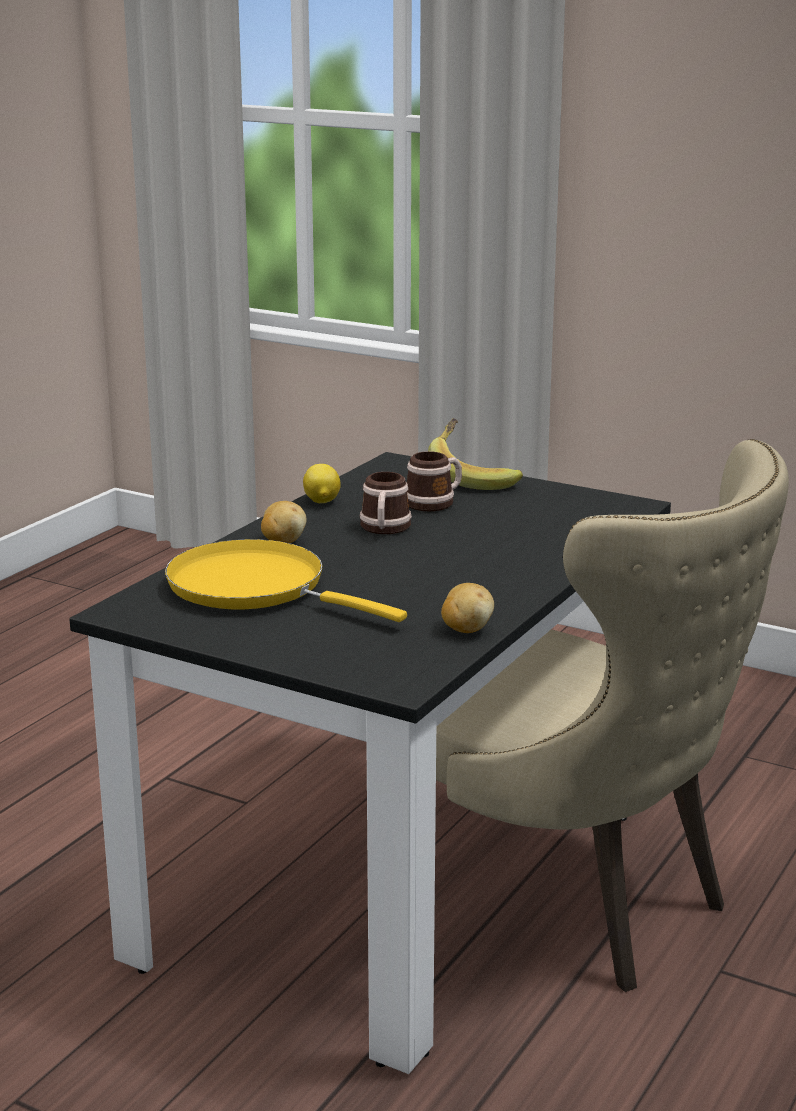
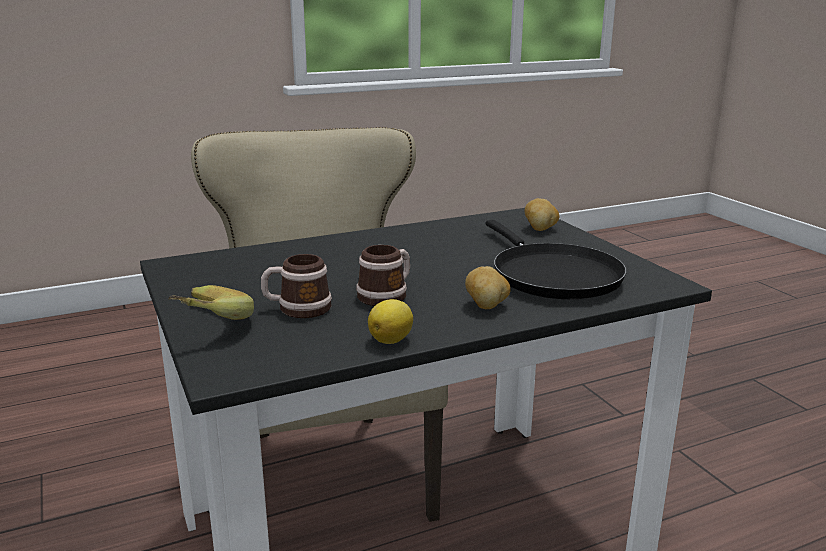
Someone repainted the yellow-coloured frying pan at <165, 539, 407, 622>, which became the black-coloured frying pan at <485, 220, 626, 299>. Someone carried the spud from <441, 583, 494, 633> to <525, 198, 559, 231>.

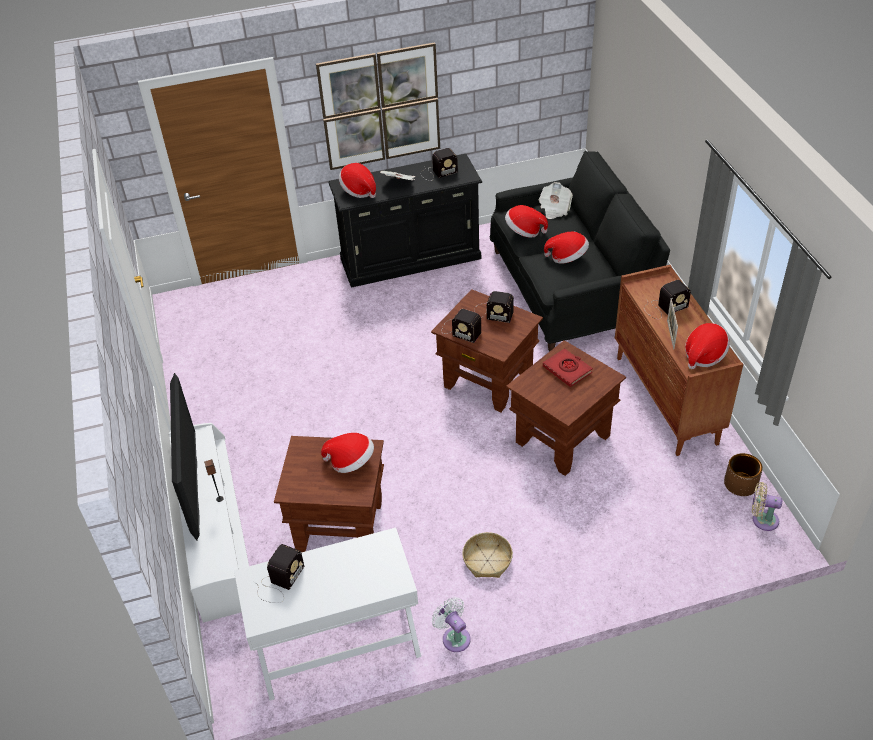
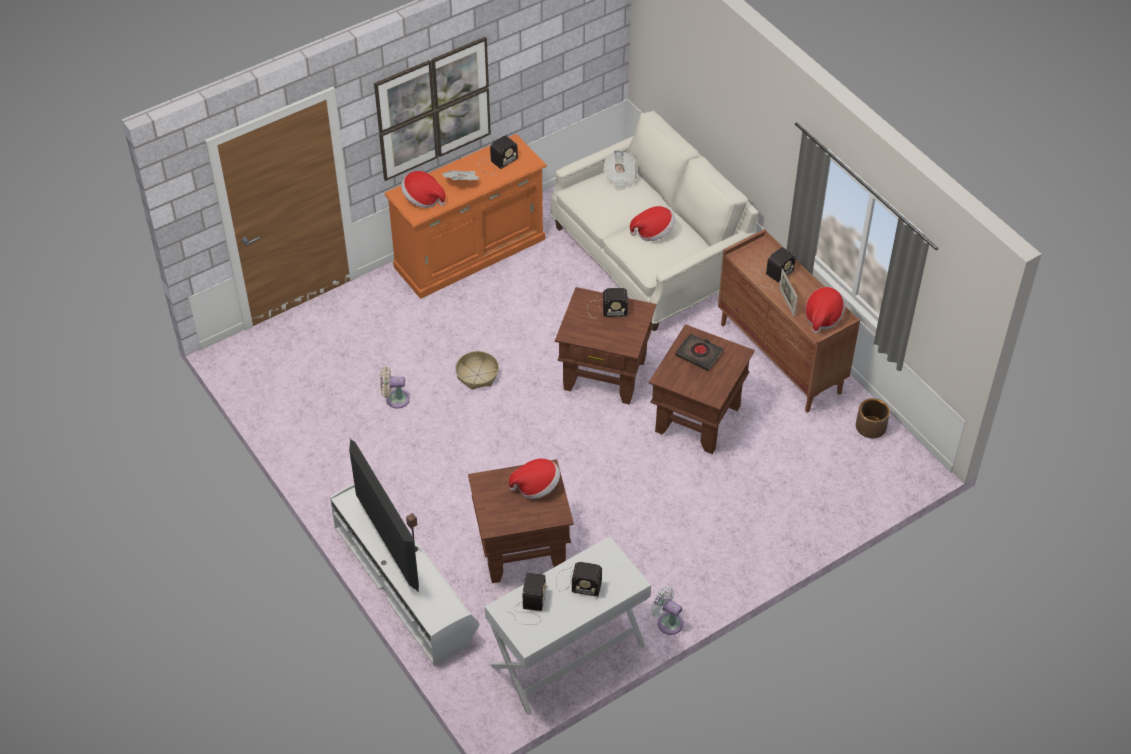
Someone repainted the black-coloured couch at <490, 151, 670, 352>, which became the whitish couch at <550, 111, 758, 331>. Someone repainted the black-coloured cabinet at <328, 154, 482, 288>, which became the orange-coloured cabinet at <384, 134, 547, 299>. Someone took away the clothing hat at <505, 205, 548, 237>. Someone carried the radio from <442, 309, 481, 343> to <556, 562, 602, 596>. Someone repainted the red volume at <543, 348, 593, 387>, which became the black-coloured volume at <675, 333, 723, 371>. Someone carried the beige electric fan from <752, 482, 782, 531> to <380, 366, 410, 409>. Someone carried the basket from <462, 532, 513, 578> to <455, 351, 499, 390>.

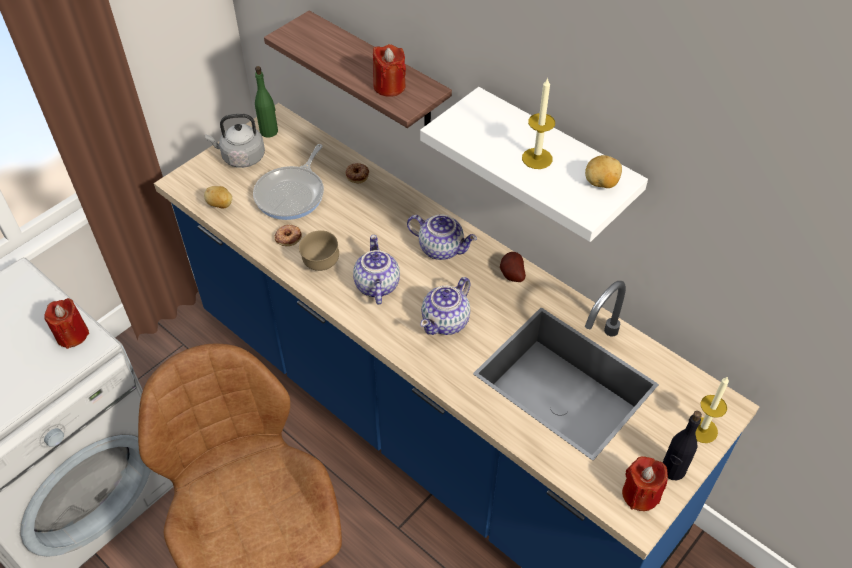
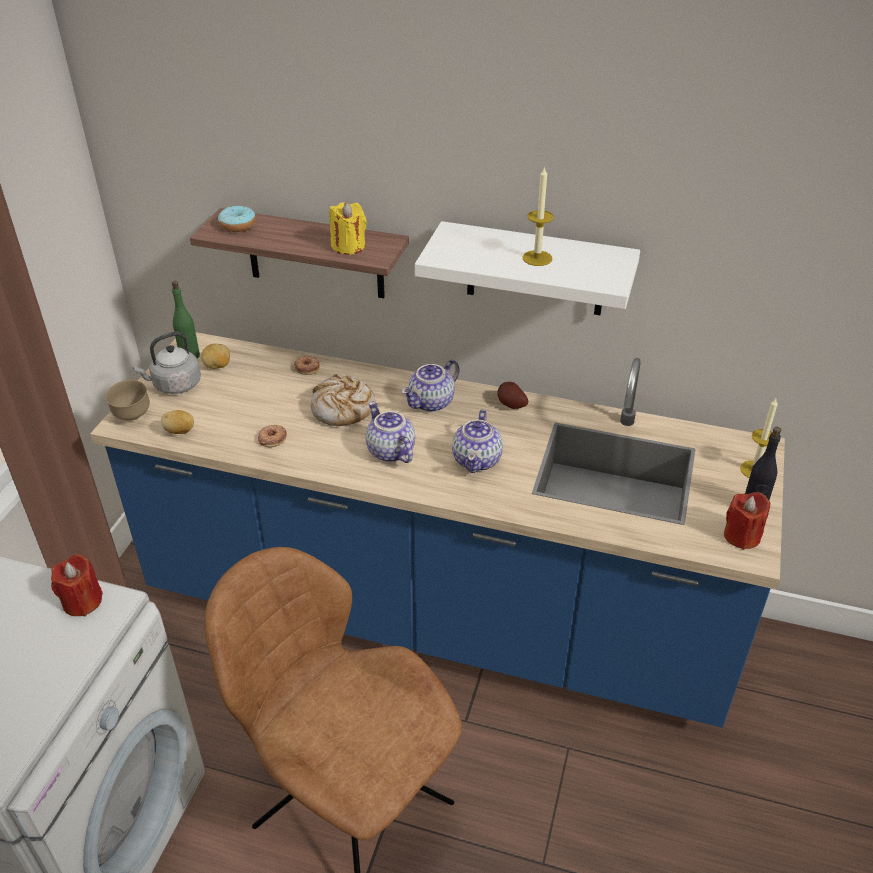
Someone repainted the red wax light at <373, 44, 406, 97>, which became the yellow-coloured wax light at <329, 202, 367, 255>. Someone took away the frying pan at <253, 144, 324, 220>. Someone carried the spud from <585, 155, 622, 188> to <201, 344, 230, 369>. Someone rotated the tea pot at <407, 214, 477, 260> by 135 degrees clockwise. Someone carried the brown bowl from <299, 230, 339, 271> to <105, 380, 150, 420>. Someone put down the donut at <218, 205, 256, 232>. Someone put down the baked bread at <311, 374, 375, 426>.

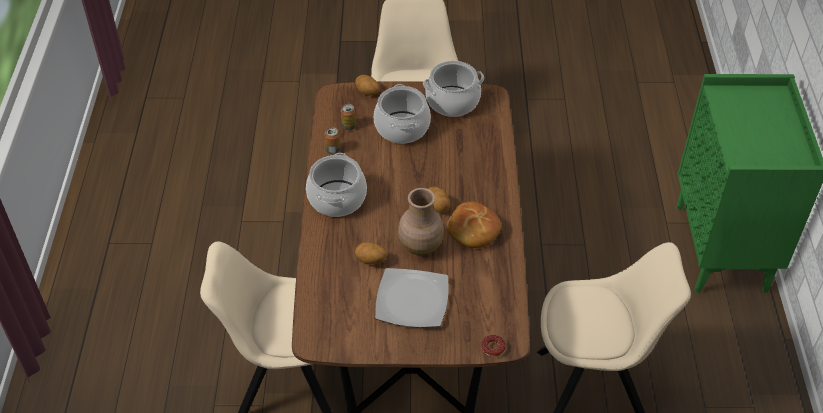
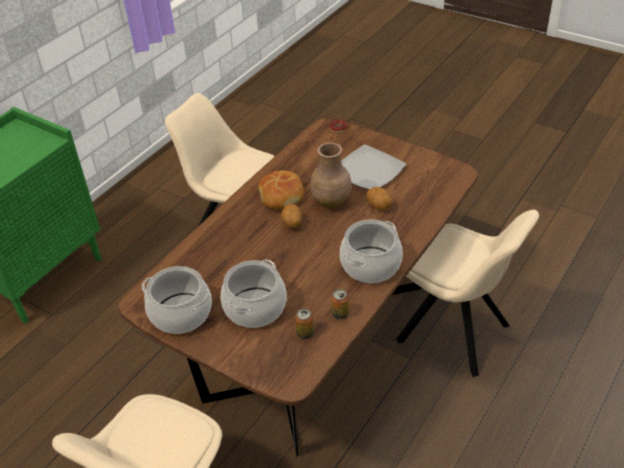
Someone took away the spud at <355, 75, 380, 96>.

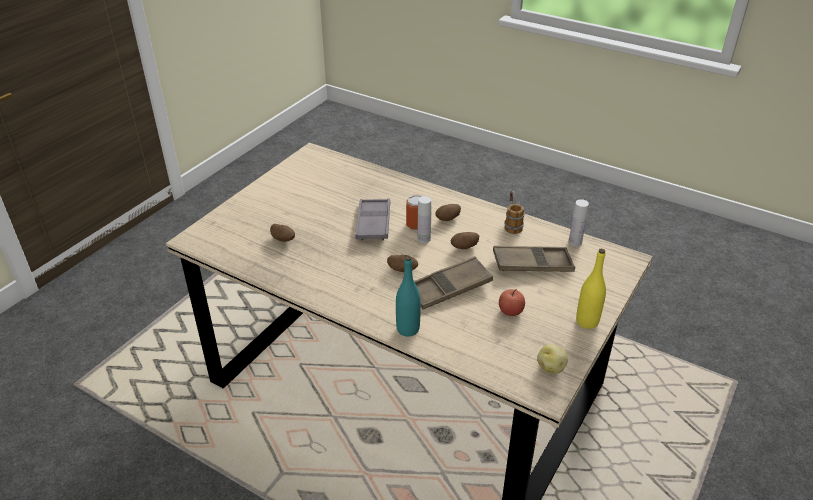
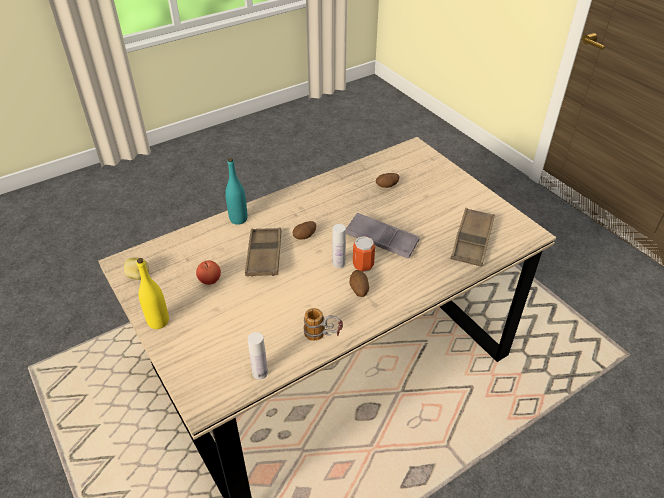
Someone took away the spud at <451, 232, 479, 249>. Someone carried the brown carrying tray from <493, 246, 575, 272> to <450, 208, 495, 267>.

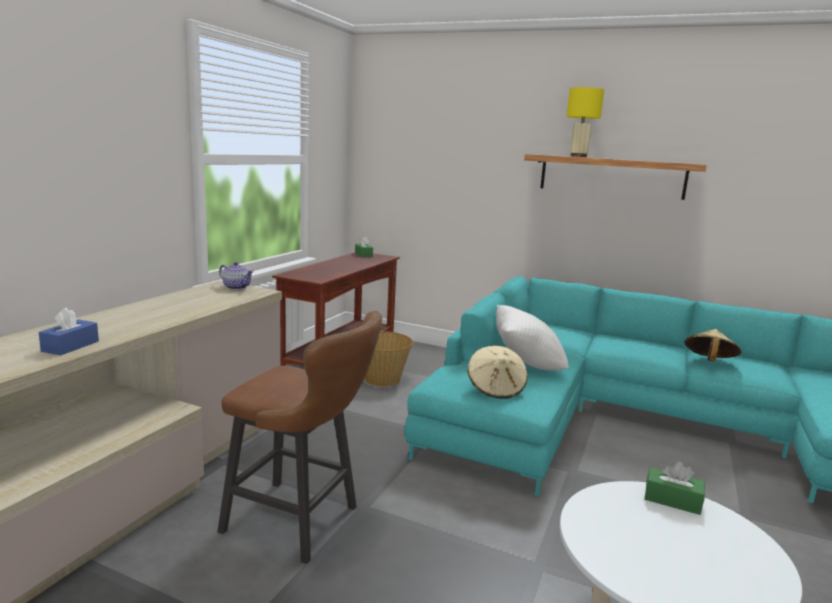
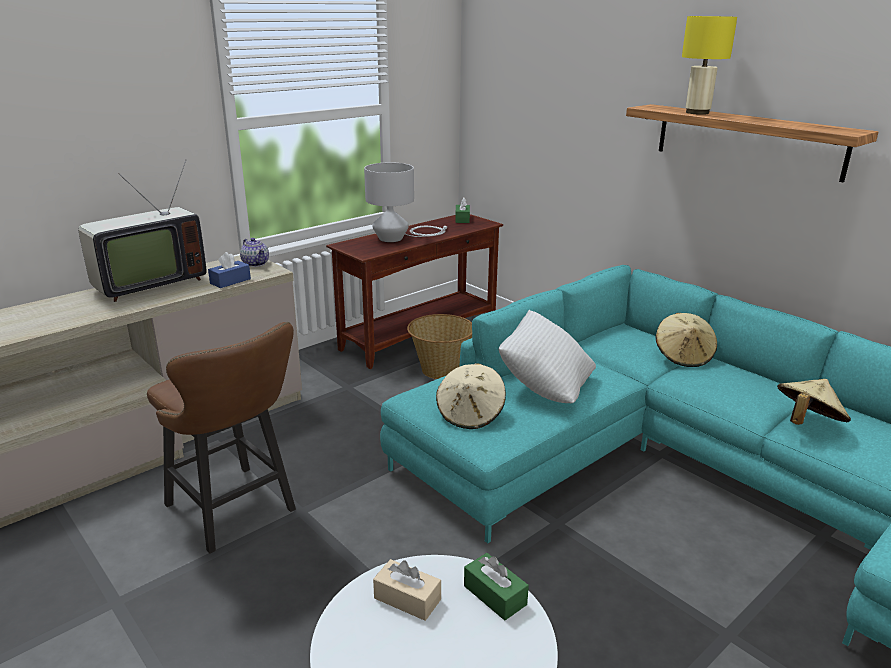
Someone carried the bluish tissue box from <39, 308, 99, 356> to <208, 252, 251, 288>. Someone put down the TV at <78, 160, 207, 302>. Someone put down the greyish lamp for a table at <364, 162, 447, 242>. Someone put down the beige clothing hat at <656, 313, 717, 367>. Someone put down the beige tissue box at <373, 559, 441, 621>.

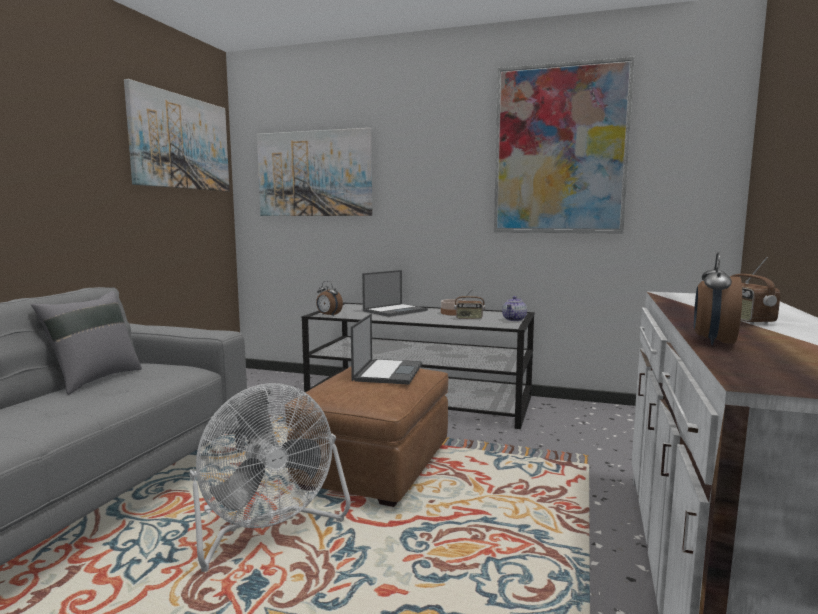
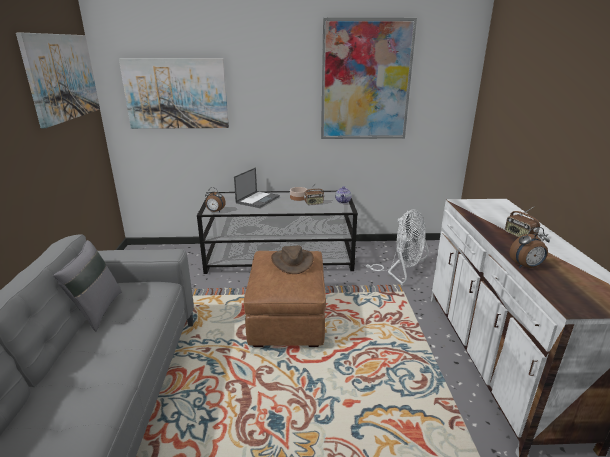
Someone rotated the alarm clock at <694, 252, 742, 345> by 105 degrees counterclockwise. Someone swapped the portable computer at <351, 314, 422, 385> for the brown clothing hat at <271, 245, 314, 274>. Someone carried the whitish electric fan from <190, 383, 351, 572> to <366, 209, 429, 286>.

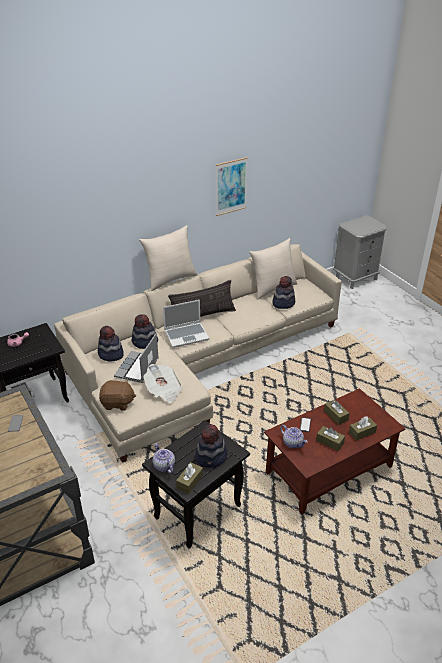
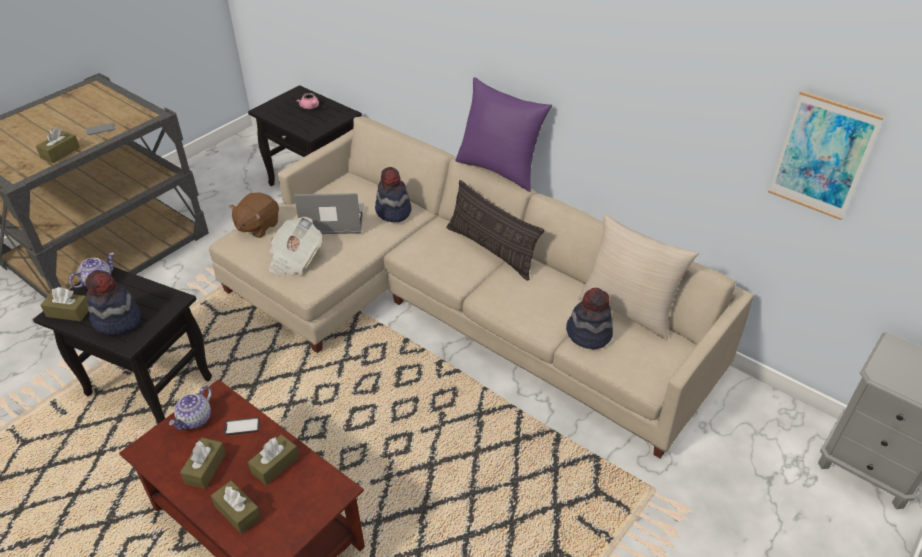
Someone carried the picture from <216, 157, 248, 216> to <768, 91, 884, 220>. Someone repainted the beige cushion at <139, 225, 198, 291>, which became the purple cushion at <455, 77, 552, 192>. Someone took away the portable computer at <163, 300, 209, 348>. Someone took away the clothing hat at <98, 326, 124, 362>. Someone rotated the brown cuddly toy at <99, 379, 136, 410> by 45 degrees clockwise. Someone put down the brown tissue box at <36, 127, 80, 163>.

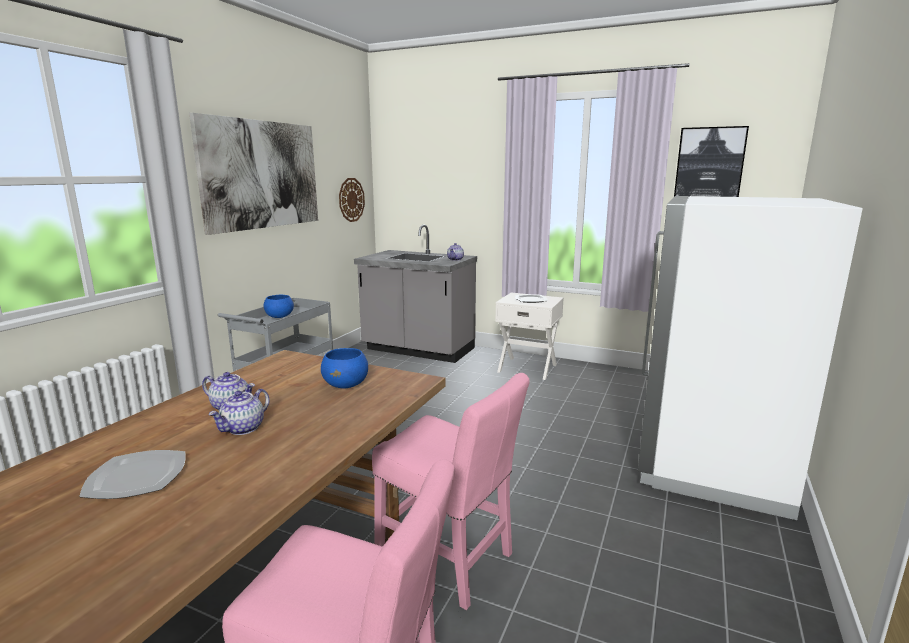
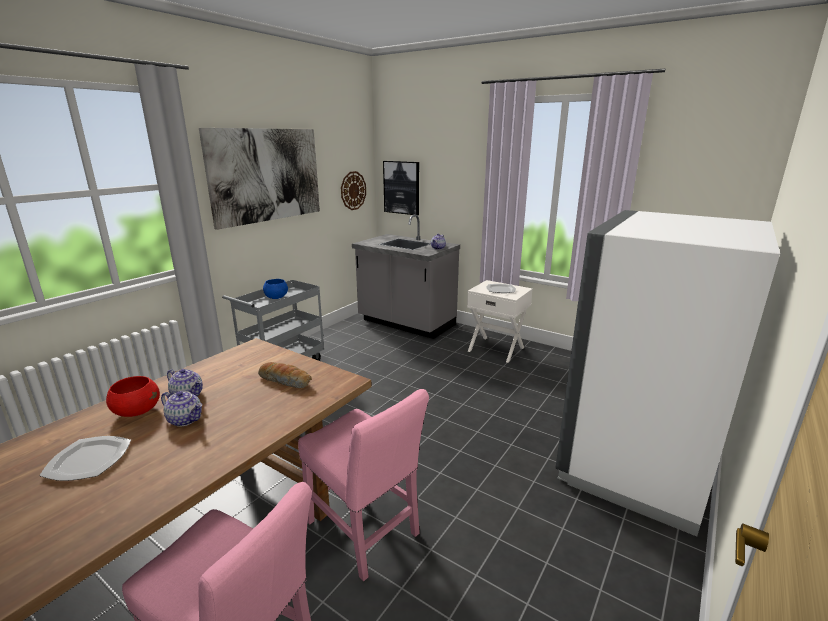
Someone carried the picture from <674, 126, 749, 197> to <383, 161, 419, 215>. Someone swapped the bluish bowl at <321, 348, 368, 388> for the baked bread at <258, 362, 311, 388>. Someone rotated the tea pot at <208, 389, 270, 435> by 105 degrees counterclockwise. Someone put down the red bowl at <106, 376, 160, 417>.

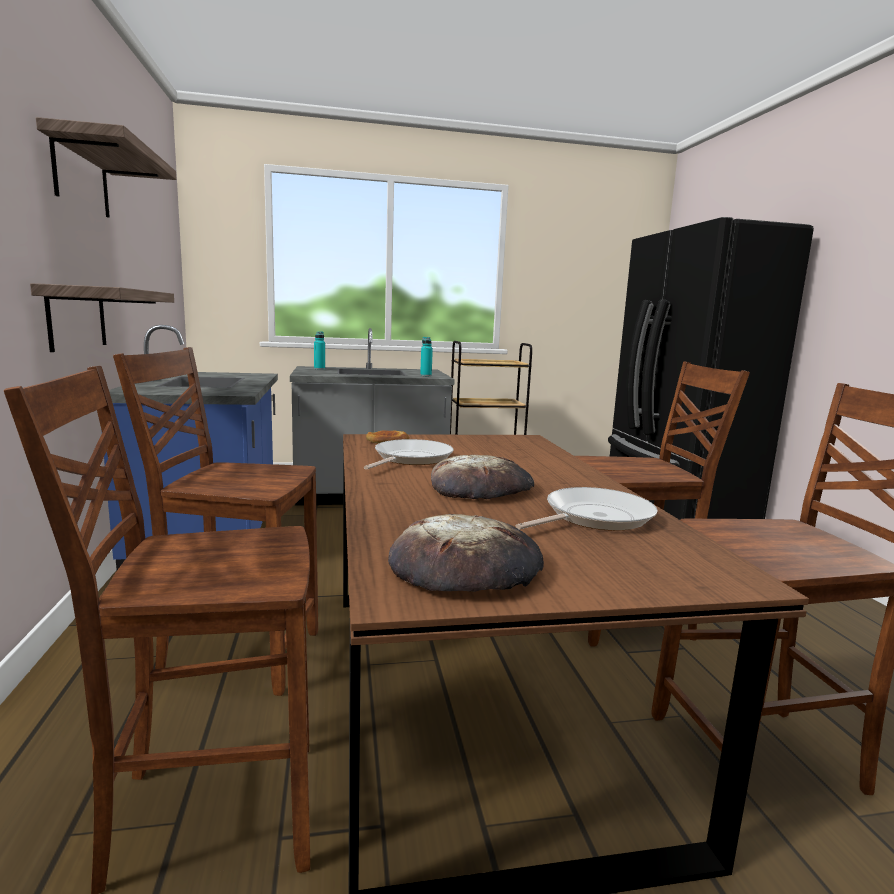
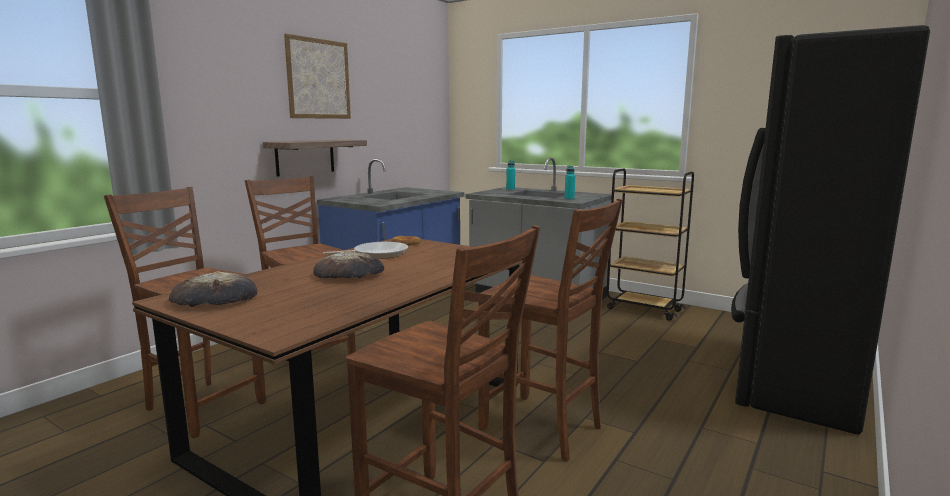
Someone swapped the shelf at <36, 117, 177, 218> for the picture at <284, 34, 351, 119>. Someone took away the frying pan at <516, 487, 658, 531>.

